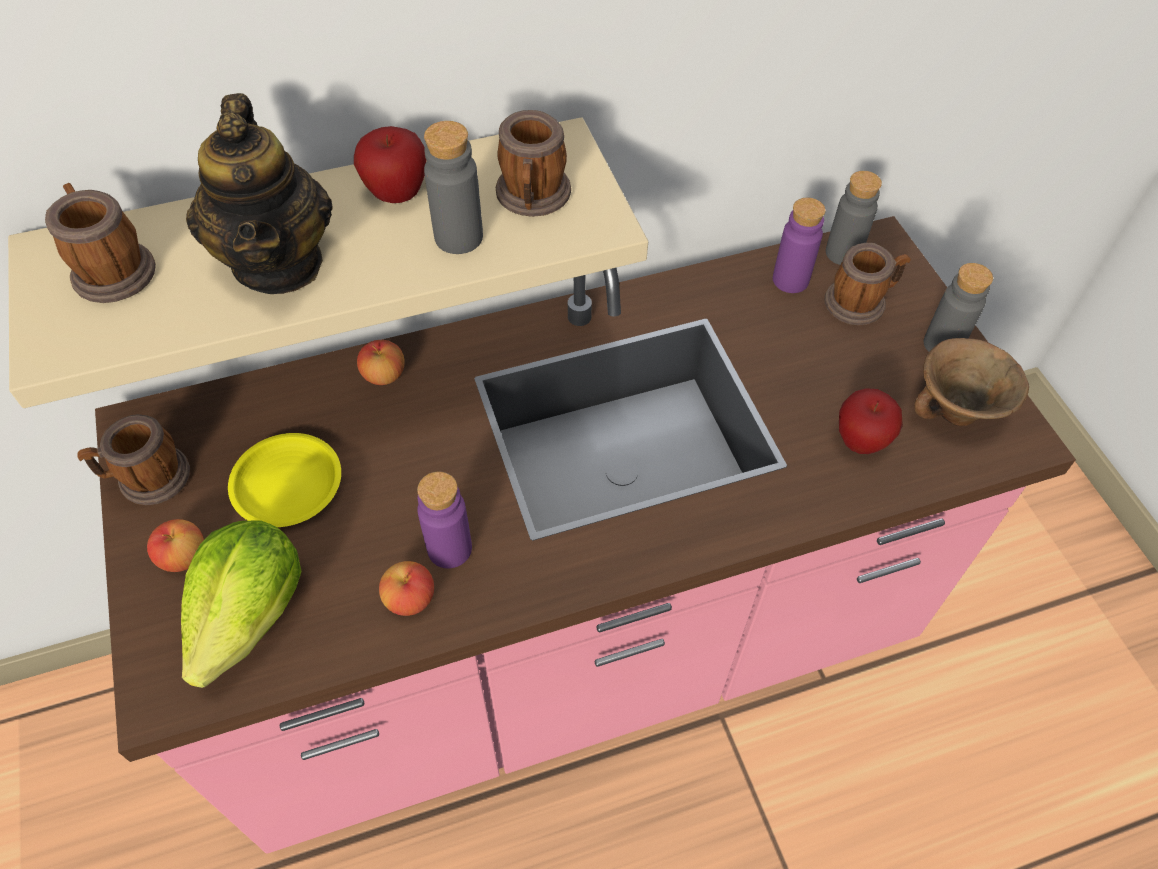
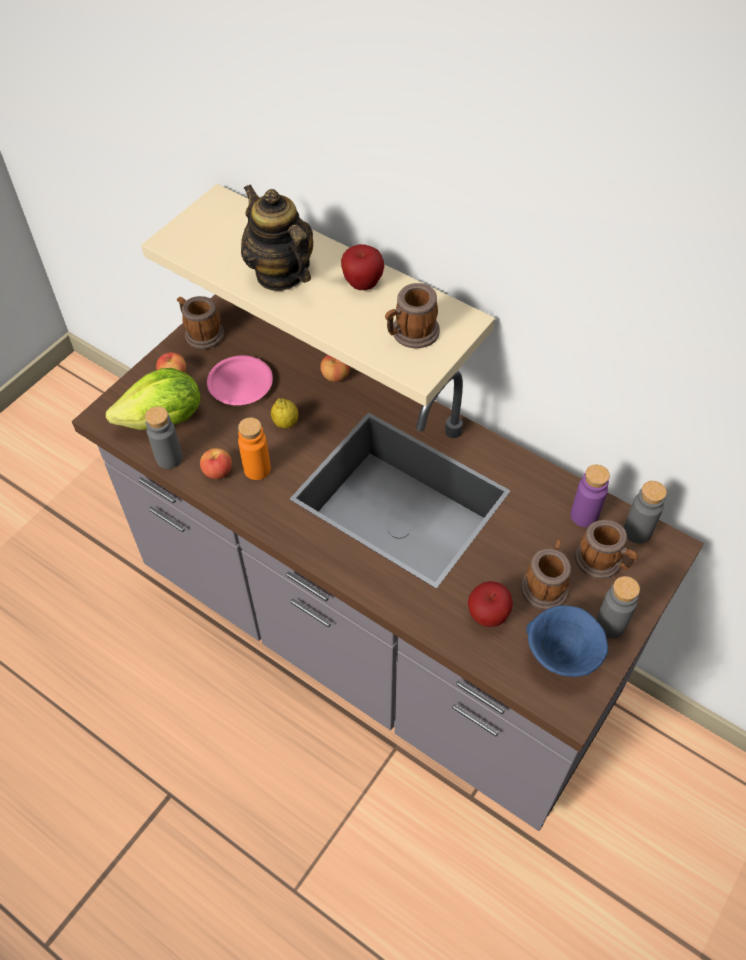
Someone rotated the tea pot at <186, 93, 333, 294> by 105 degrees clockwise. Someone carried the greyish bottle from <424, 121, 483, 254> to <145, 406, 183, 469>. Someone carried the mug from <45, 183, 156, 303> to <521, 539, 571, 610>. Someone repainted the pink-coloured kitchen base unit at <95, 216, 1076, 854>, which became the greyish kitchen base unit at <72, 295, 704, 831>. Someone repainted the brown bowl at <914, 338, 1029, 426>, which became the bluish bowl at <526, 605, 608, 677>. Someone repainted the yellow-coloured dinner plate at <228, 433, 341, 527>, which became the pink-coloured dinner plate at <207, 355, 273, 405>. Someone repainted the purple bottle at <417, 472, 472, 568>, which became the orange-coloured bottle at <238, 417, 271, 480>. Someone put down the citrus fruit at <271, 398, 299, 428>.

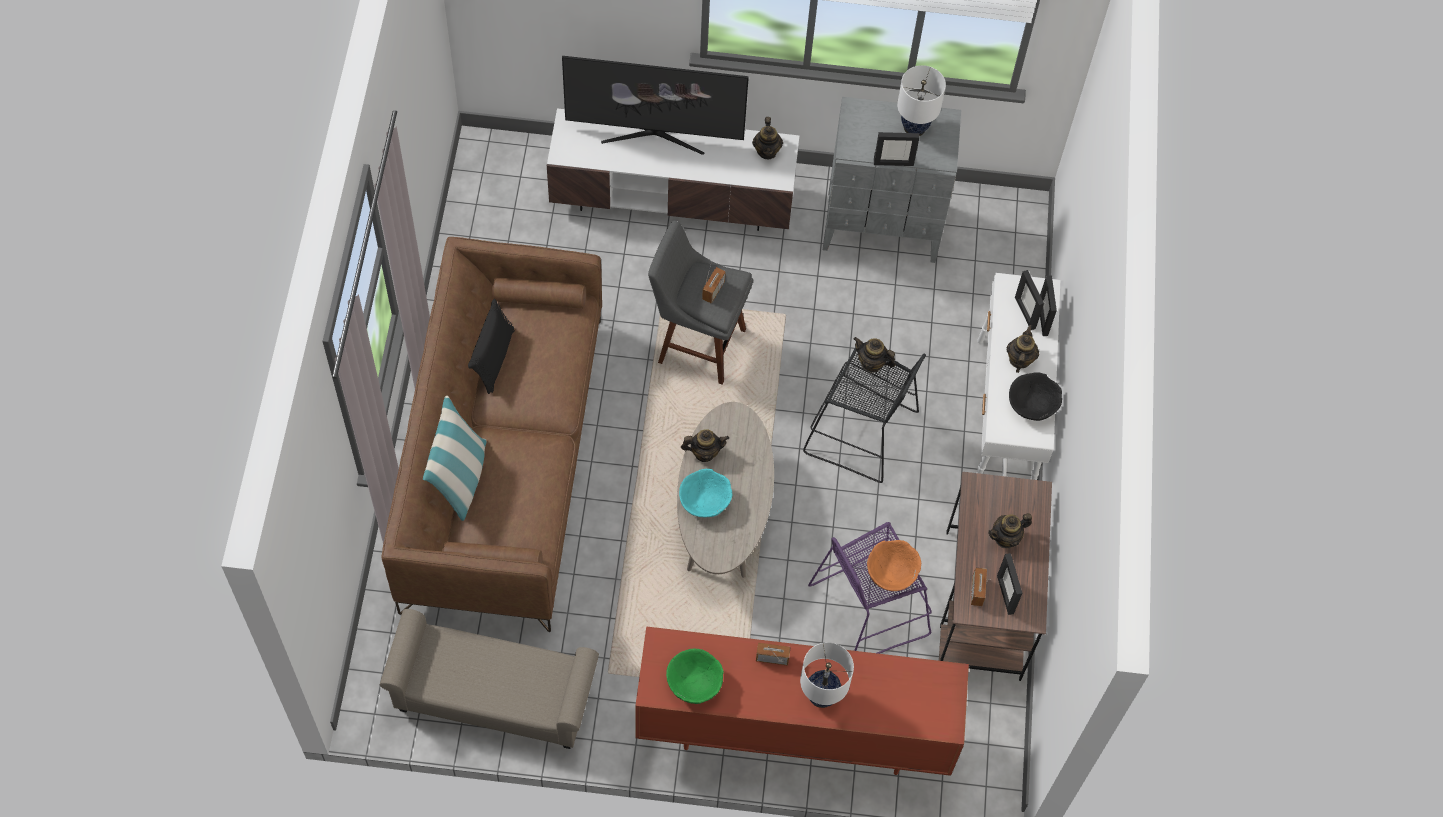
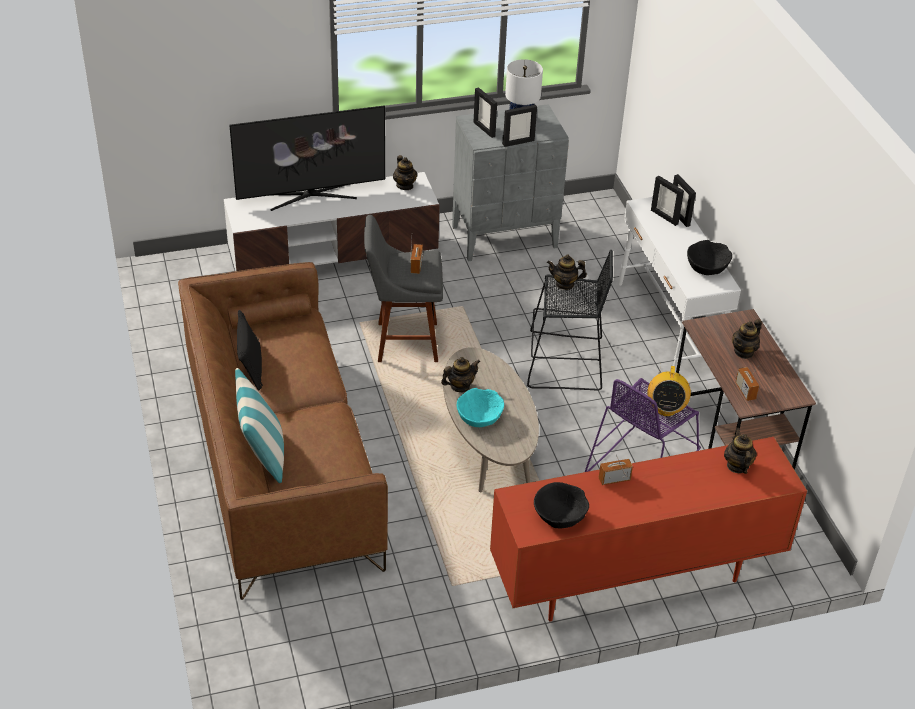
Someone carried the tea pot from <1007, 325, 1039, 373> to <724, 428, 757, 474>. Someone swapped the orange-coloured bowl at <867, 540, 921, 591> for the radio at <647, 364, 691, 417>. Someone carried the photo frame from <997, 553, 1022, 615> to <473, 87, 497, 138>. Someone took away the beige ottoman at <380, 609, 599, 749>. Someone took away the whitish lamp for a table at <800, 642, 854, 708>. Someone repainted the greenish bowl at <666, 648, 724, 704>, which became the black-coloured bowl at <534, 482, 589, 529>.

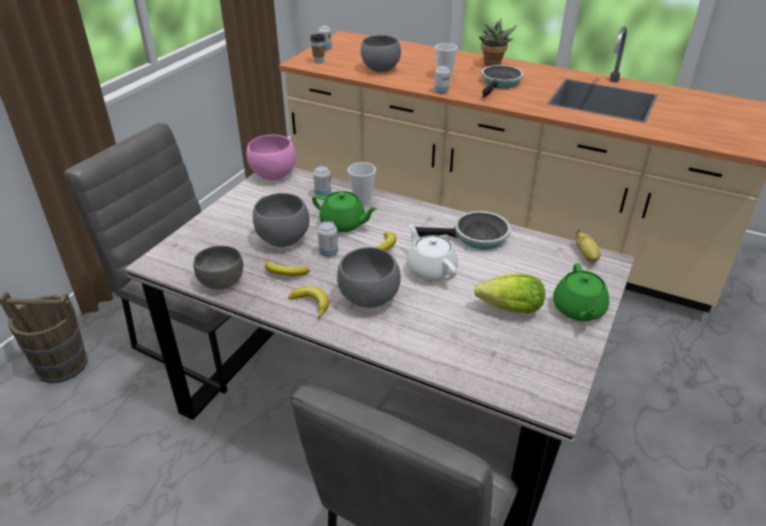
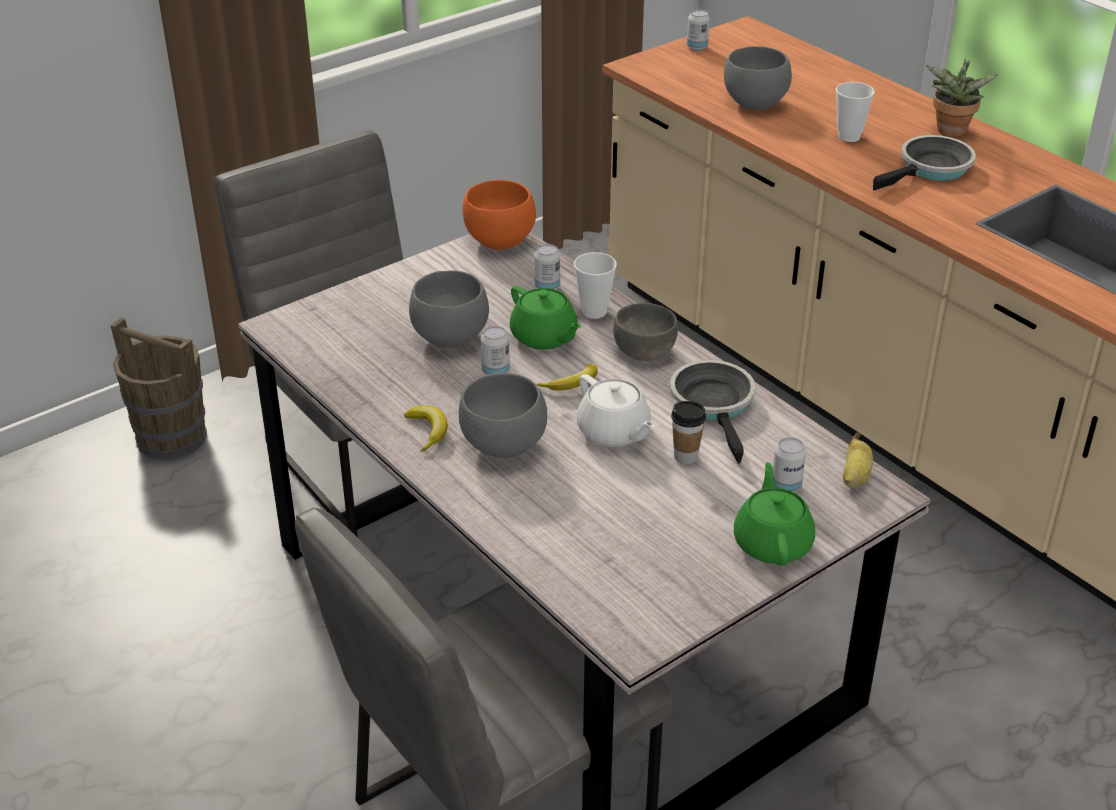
Someone carried the drinking cup from <310, 34, 325, 64> to <671, 401, 706, 464>. Someone carried the sealed can from <434, 65, 450, 94> to <773, 437, 806, 492>. Someone repainted the pink-coloured bowl at <247, 135, 296, 180>, which became the orange-coloured bowl at <462, 180, 536, 250>. Someone rotated the frying pan at <415, 211, 511, 249> by 120 degrees counterclockwise. Someone rotated the whitish tea pot at <407, 224, 458, 282> by 150 degrees clockwise. Someone carried the greyish bowl from <193, 246, 243, 290> to <613, 303, 678, 361>. Someone took away the banana at <265, 260, 310, 276>. Someone rotated the greenish tea pot at <553, 263, 609, 321> by 150 degrees clockwise. Someone took away the head of lettuce at <474, 274, 545, 313>.

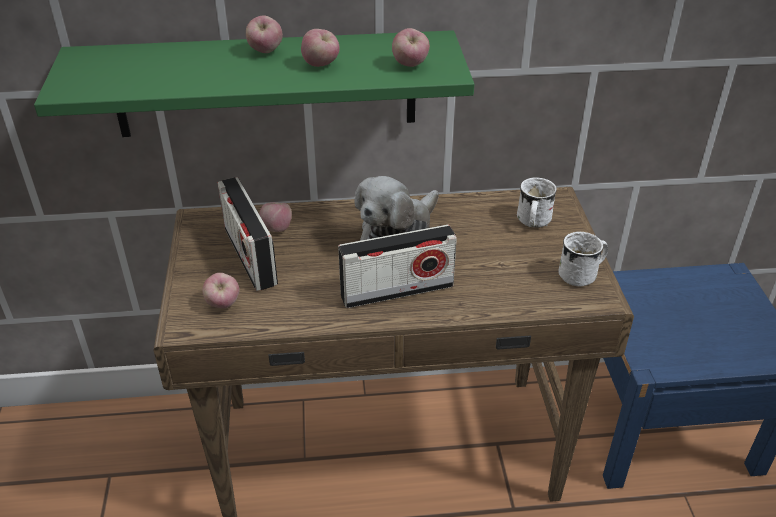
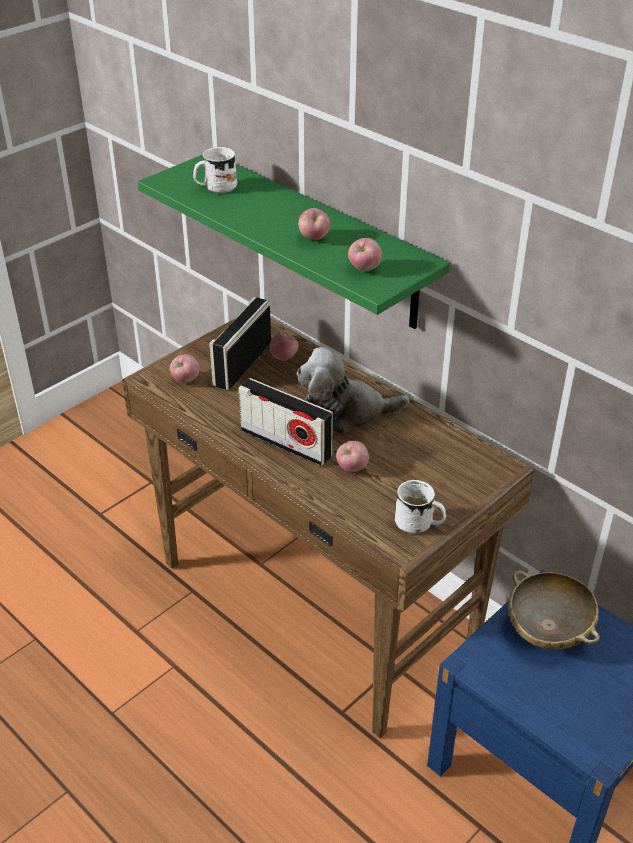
Someone carried the whole apple from <246, 16, 283, 53> to <336, 441, 369, 472>. Someone carried the whitish mug from <517, 177, 557, 228> to <193, 147, 237, 194>. Someone put down the beige bowl at <508, 571, 600, 649>.

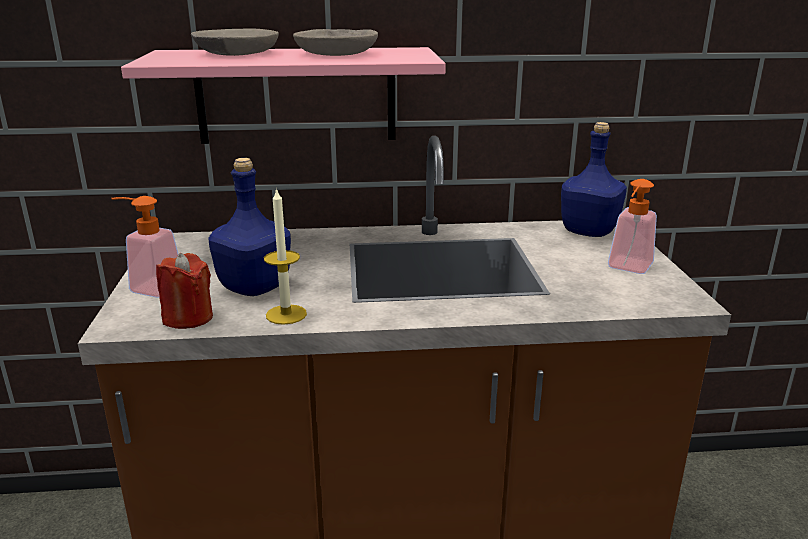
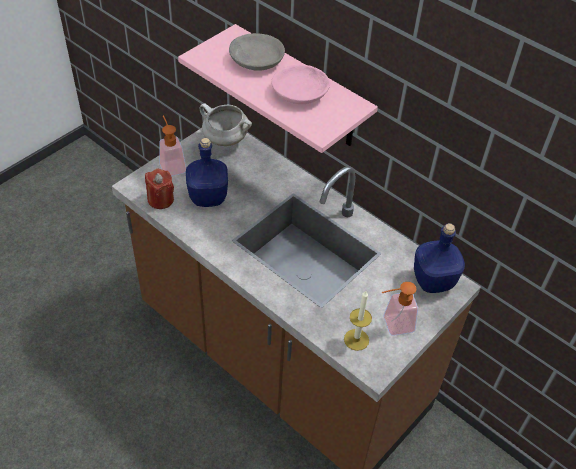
Someone repainted the greyish bowl at <293, 29, 378, 56>, which became the pink-coloured bowl at <272, 65, 330, 104>. Someone carried the wax light from <264, 187, 307, 325> to <344, 291, 372, 351>. Someone put down the whitish stockpot at <199, 103, 252, 146>.

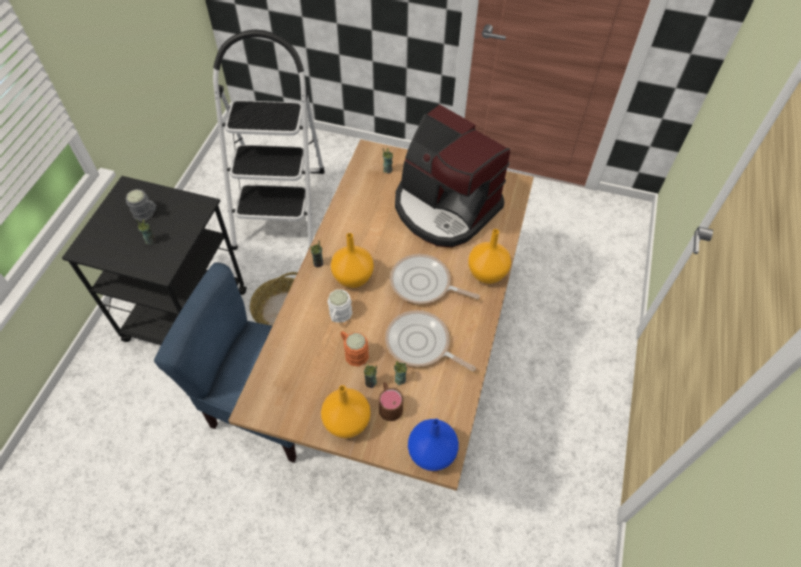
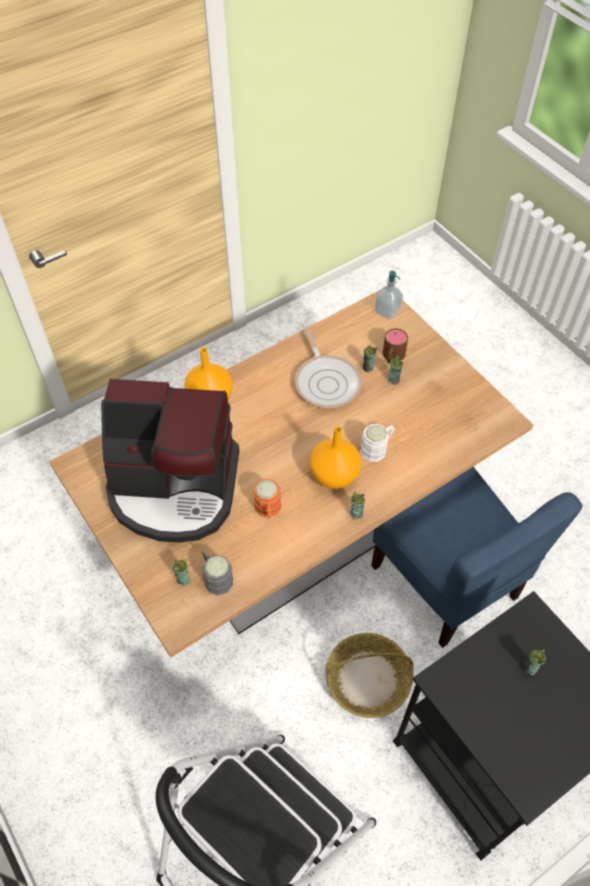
Someone rotated the coffee maker at <395, 105, 510, 248> by 105 degrees clockwise. Someone carried the greyish mug from <126, 189, 156, 221> to <202, 551, 233, 595>. Someone took away the frying pan at <390, 254, 480, 304>. Someone carried the orange-coloured mug from <340, 331, 369, 367> to <254, 479, 282, 518>. Someone took away the orange-coloured flower vase at <321, 385, 371, 439>. Someone swapped the bluish flower vase at <408, 419, 459, 471> for the soap bottle at <375, 271, 403, 319>.

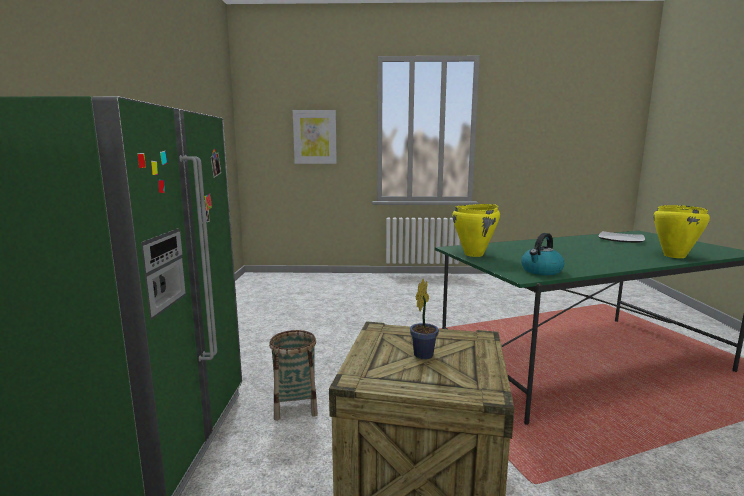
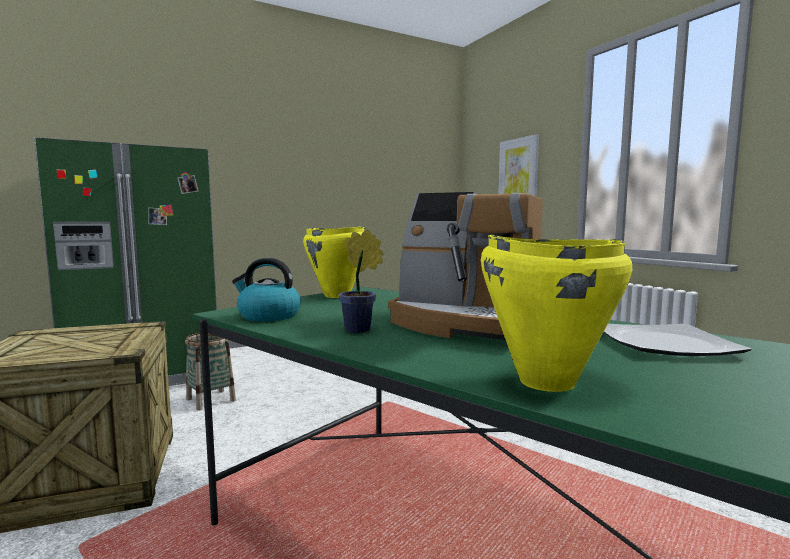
Someone carried the houseplant from <410, 279, 439, 359> to <339, 229, 384, 333>. Someone put down the coffee maker at <388, 192, 543, 340>.

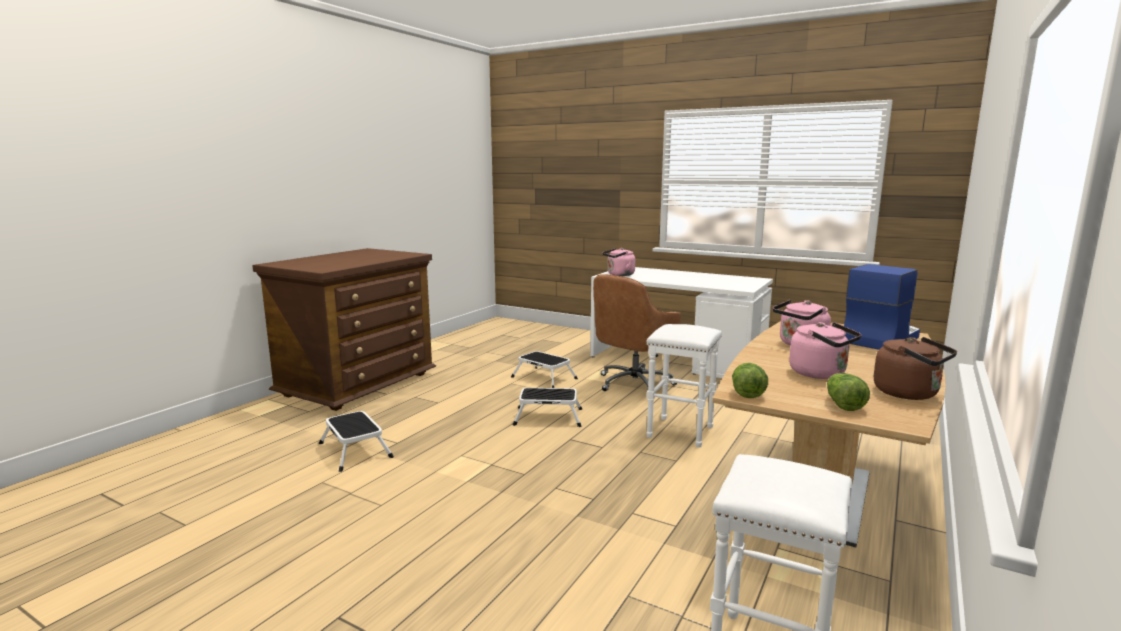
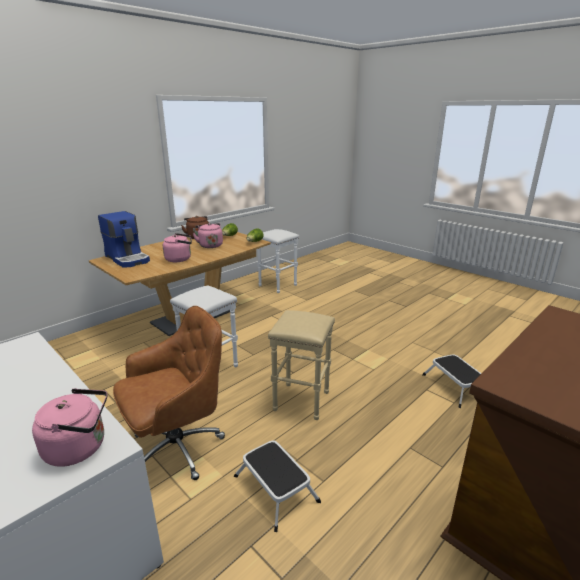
Someone rotated the coffee maker at <844, 264, 920, 350> by 105 degrees counterclockwise. Someone swapped the black-coloured stepladder at <513, 388, 582, 427> for the beige stool at <268, 310, 335, 420>.

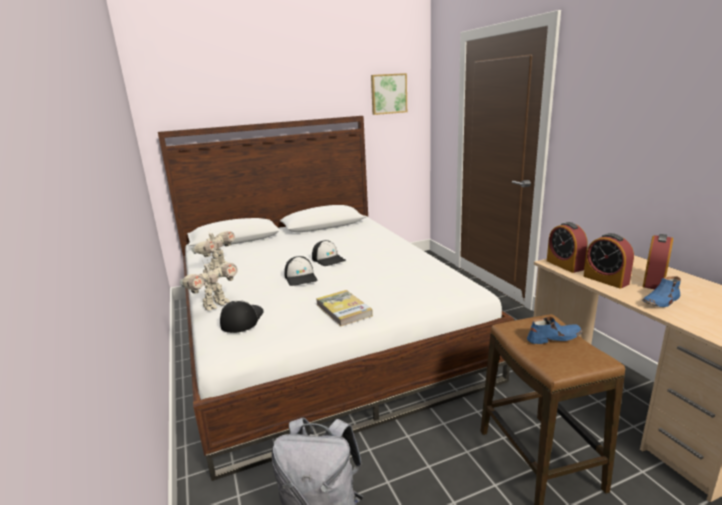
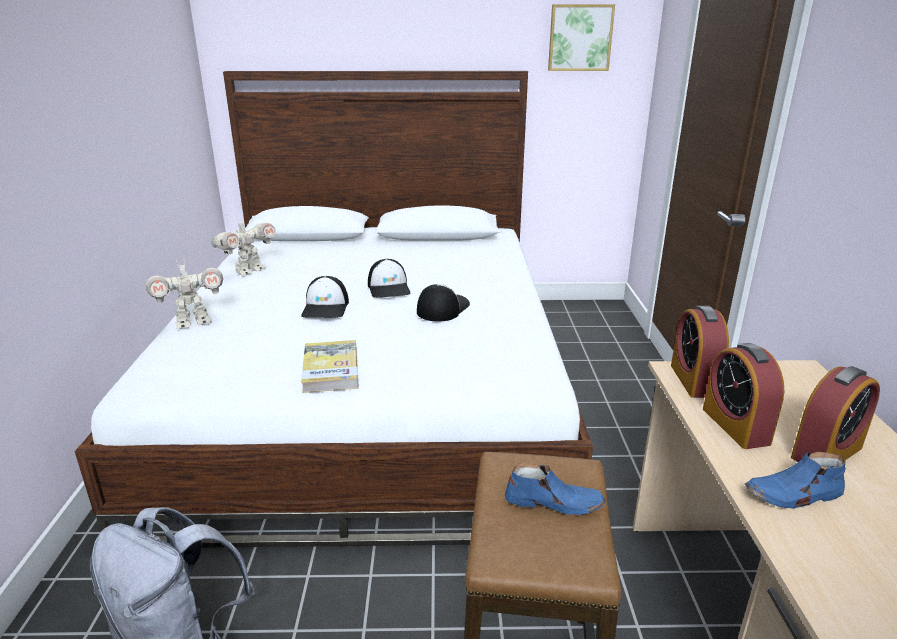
Someone carried the peaked cap from <220, 300, 264, 333> to <417, 284, 470, 322>.

